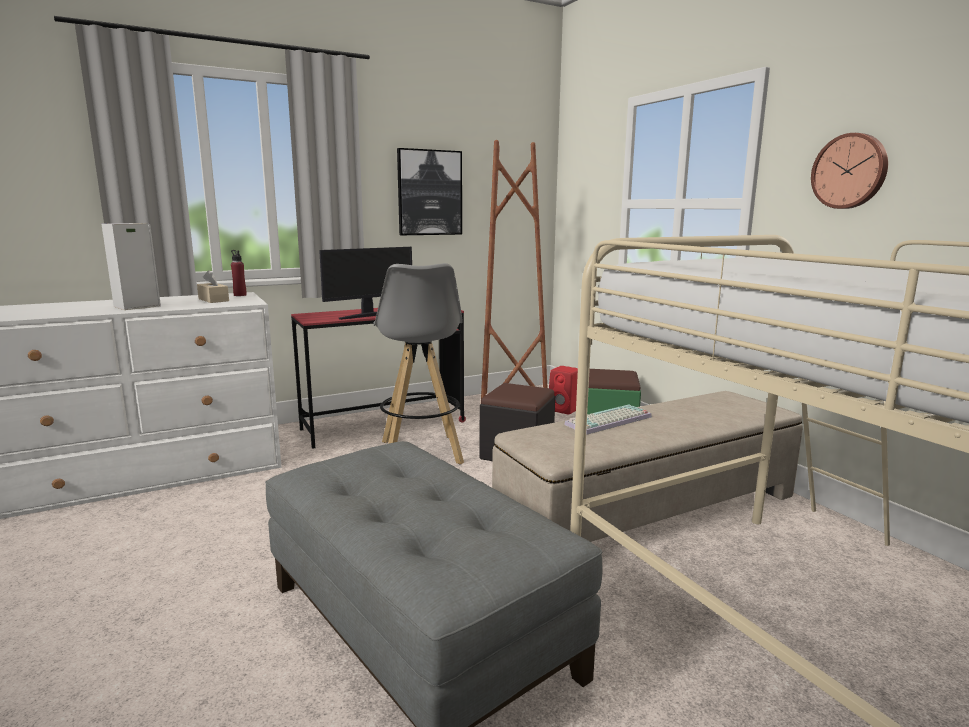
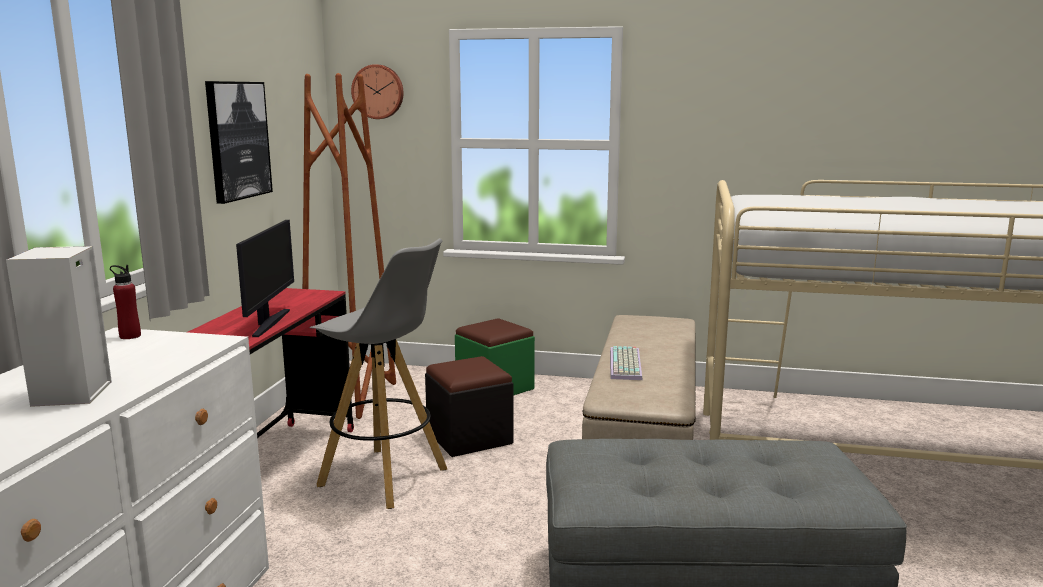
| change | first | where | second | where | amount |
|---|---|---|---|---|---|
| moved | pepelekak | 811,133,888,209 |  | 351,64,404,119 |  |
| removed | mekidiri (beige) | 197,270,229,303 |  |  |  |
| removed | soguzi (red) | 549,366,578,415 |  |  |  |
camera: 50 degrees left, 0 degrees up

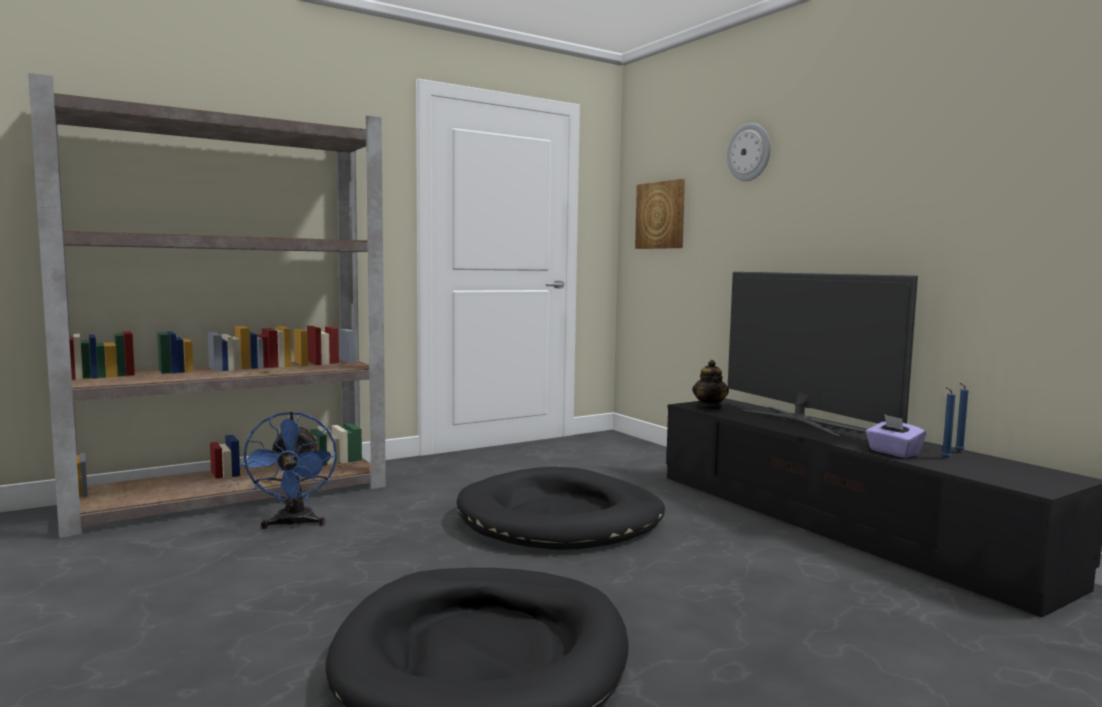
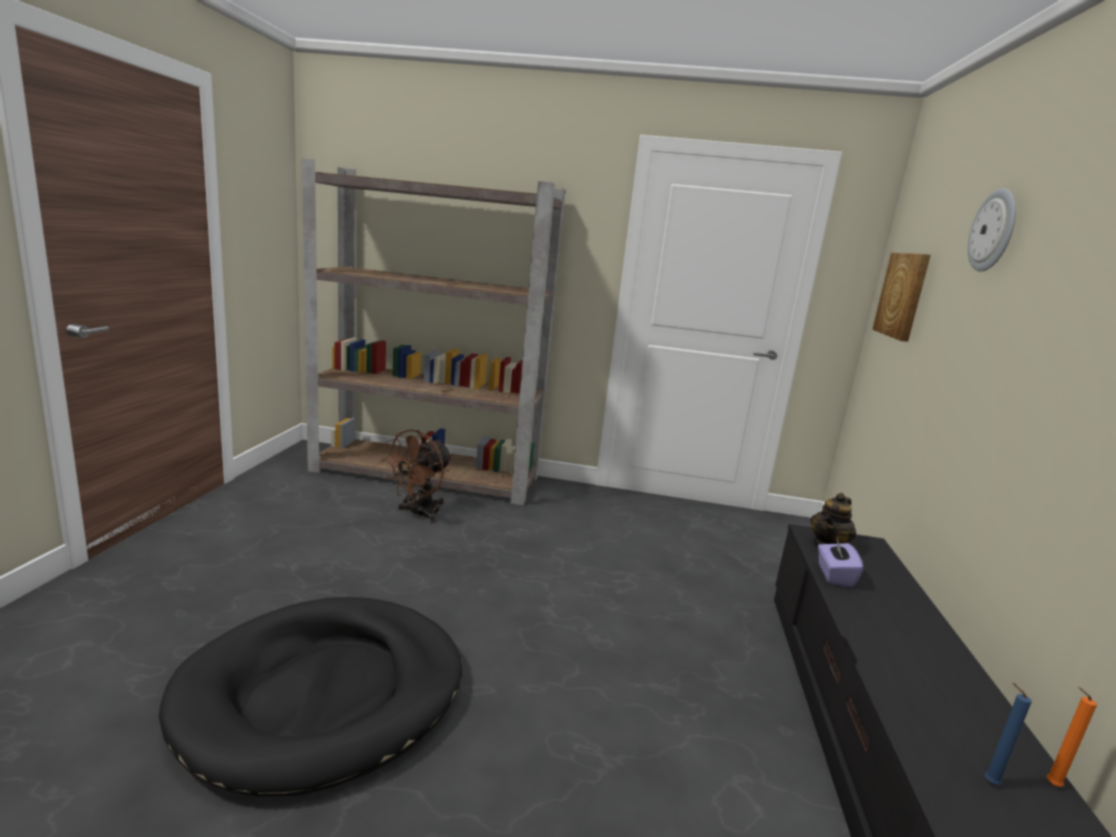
| change | first | where | second | where | amount |
|---|---|---|---|---|---|
| recoloured | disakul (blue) | 241,411,337,529 | disakul (brown) | 380,429,452,523 |  |
| moved | mekidiri (purple) | 866,414,926,458 |  | 818,537,863,587 |  |
| recoloured | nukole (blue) | 955,383,969,451 | nukole (orange) | 1047,687,1097,787 |  |
| removed | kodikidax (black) | 457,467,665,550 |  |  |  |
| removed | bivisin | 728,271,918,437 |  |  |  |
camera: 40 degrees right, 10 degrees up

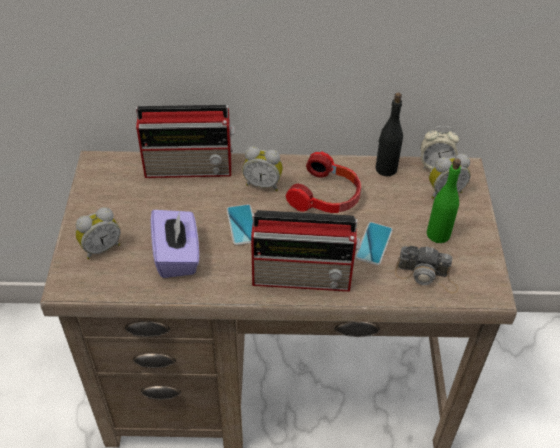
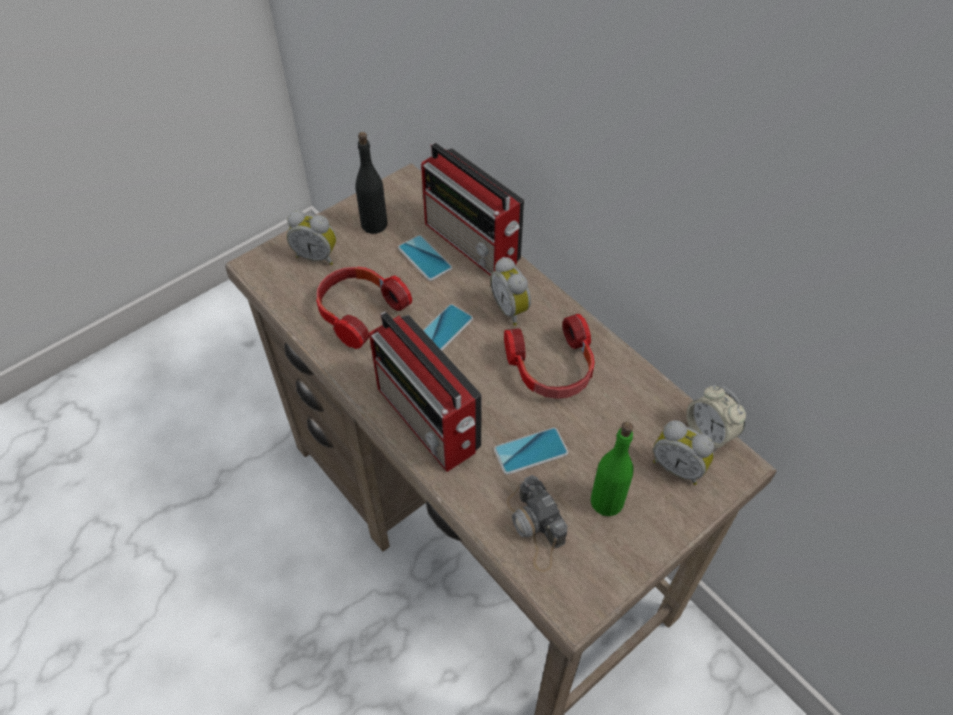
| change | first | where | second | where | amount |
|---|---|---|---|---|---|
| replaced | mekidiri (purple) | 151,210,199,278 | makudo | 316,266,412,349 |  |
| moved | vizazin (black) | 375,93,403,176 |  | 355,132,387,234 |  |
| added |  |  | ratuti | 398,235,452,281 |  |
camera: 50 degrees right, 5 degrees up

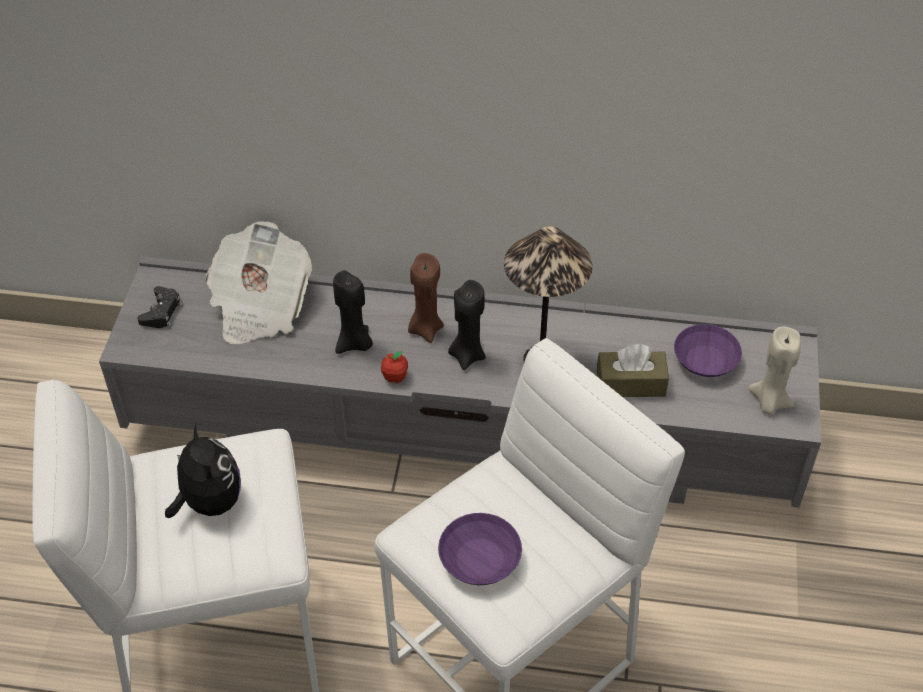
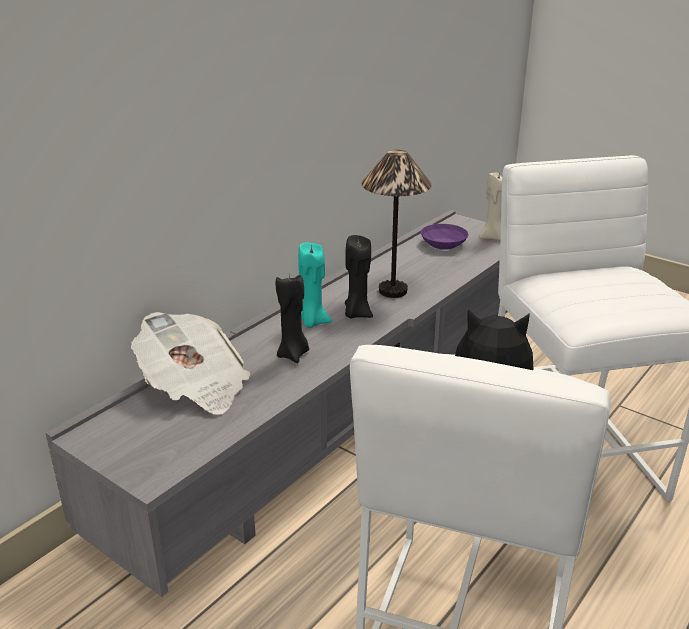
| change | first | where | second | where | amount |
|---|---|---|---|---|---|
| recoloured | nukole (brown) | 408,253,444,343 | nukole (turquoise) | 298,243,332,328 |  |
| removed | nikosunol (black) | 137,286,182,328 |  |  |  |
| removed | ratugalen | 381,351,408,383 |  |  |  |
| removed | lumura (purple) | 438,513,522,585 |  |  |  |
| removed | mekidiri (brown) | 597,344,669,397 |  |  |  |
camera: 60 degrees left, 20 degrees down

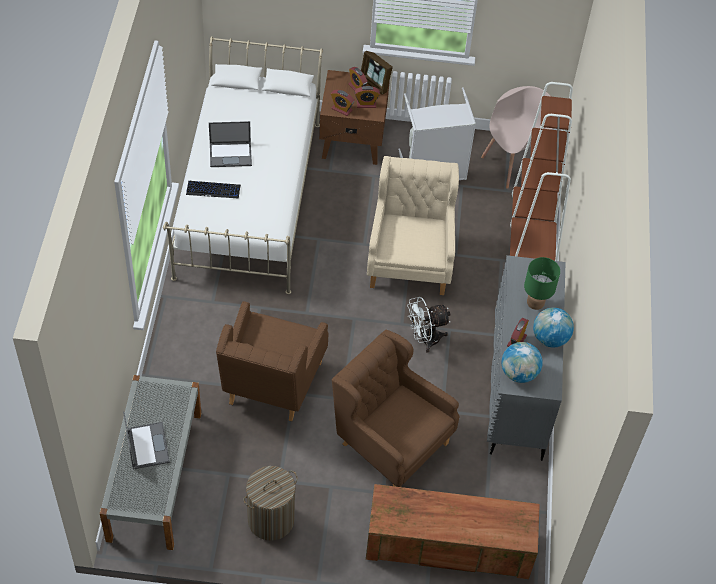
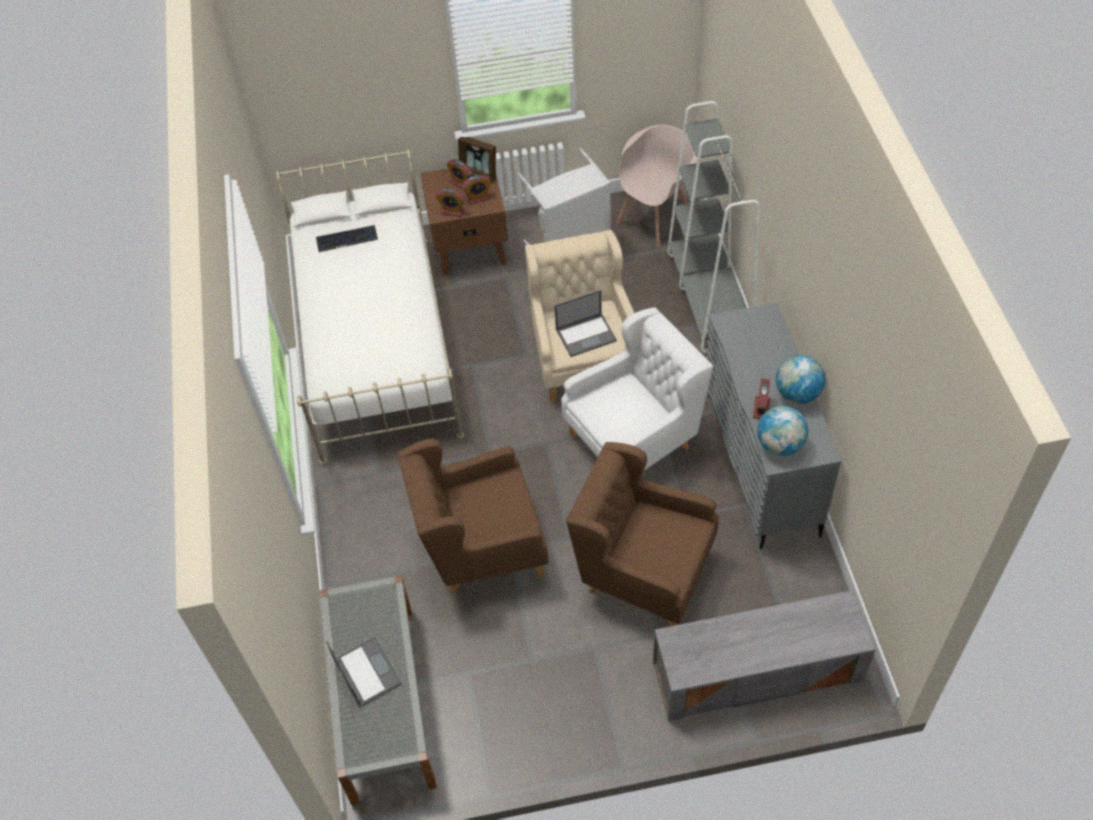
| change | first | where | second | where | amount |
|---|---|---|---|---|---|
| moved | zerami | 186,181,241,199 |  | 316,225,378,252 |  |
| turned | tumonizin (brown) | 216,301,329,422 |  | 397,439,549,594 | 75 degrees clockwise |
| moved | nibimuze | 209,121,252,167 |  | 554,290,617,357 |  |
| replaced | disakul (white) | 407,297,451,353 | tumonizin (white) | 561,307,713,470 |  |
| recoloured | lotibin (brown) | 366,484,540,579 | lotibin (grey) | 653,590,876,721 |  |
| recoloured | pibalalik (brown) | 510,82,573,261 | pibalalik (grey) | 667,101,759,353 |  |
| removed | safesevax | 243,466,298,541 |  |  |  |
| removed | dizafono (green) | 524,257,560,310 |  |  |  |
camera: 10 degrees left, 0 degrees up

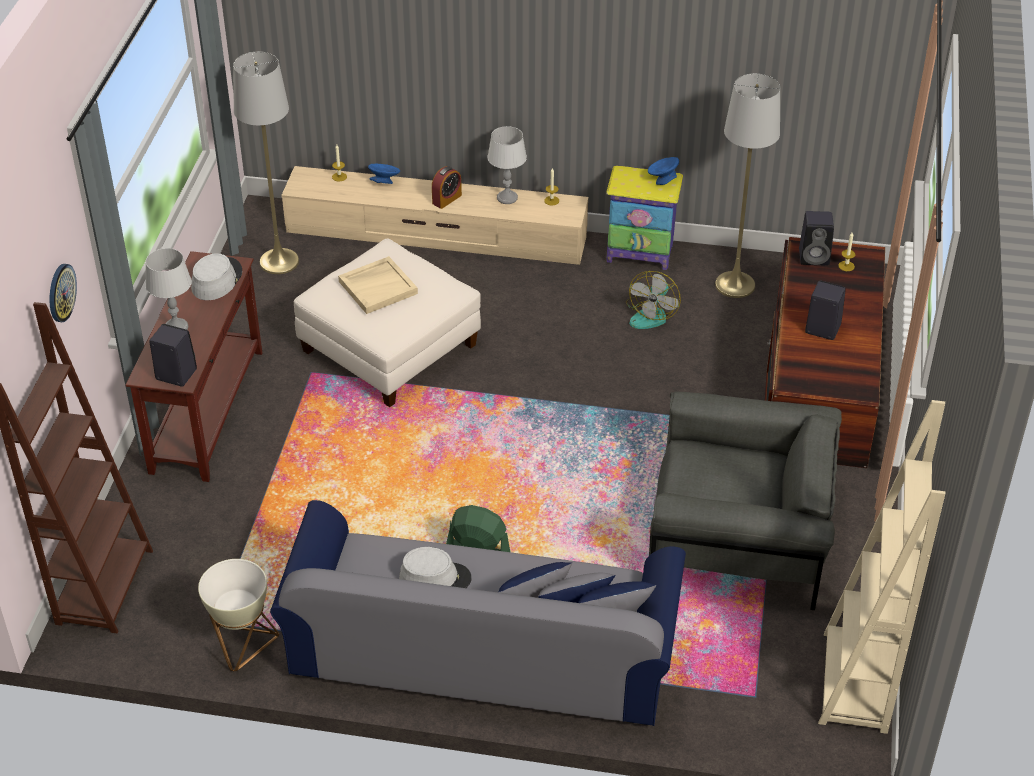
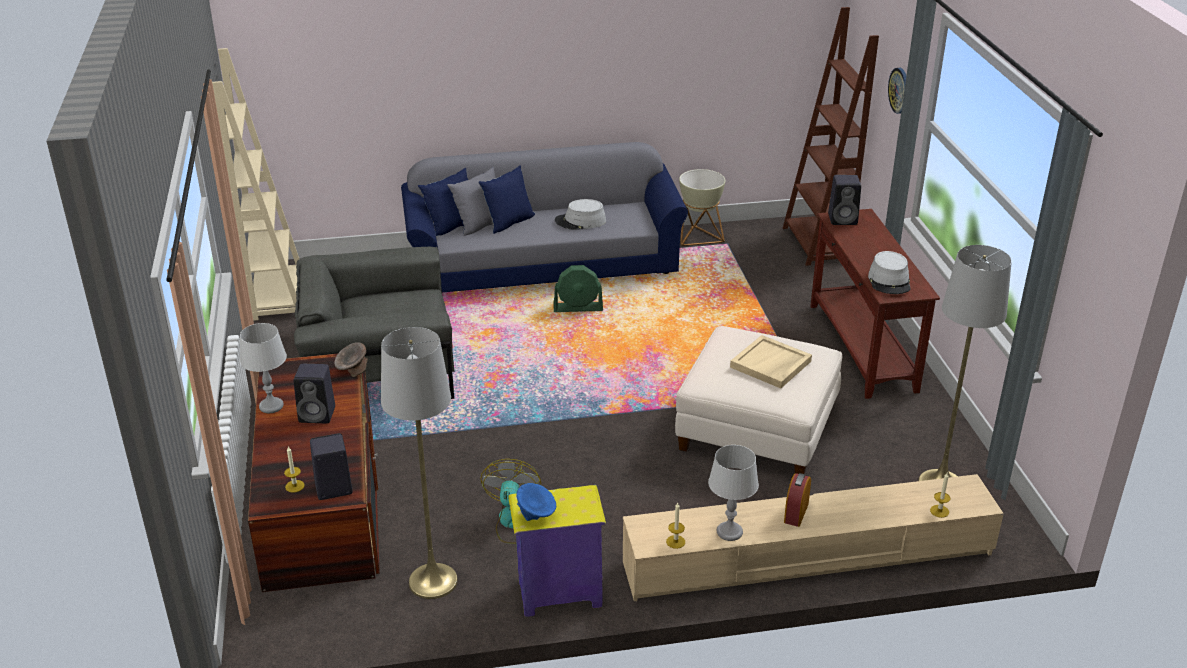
| change | first | where | second | where | amount |
|---|---|---|---|---|---|
| moved | dizafono (grey) | 145,248,192,330 |  | 240,323,287,413 |  |
| added |  |  | lumura (grey) | 334,342,368,377 |  |
| removed | lumura (blue) | 368,163,400,184 |  |  |  |
camera: 160 degrees right, 10 degrees down

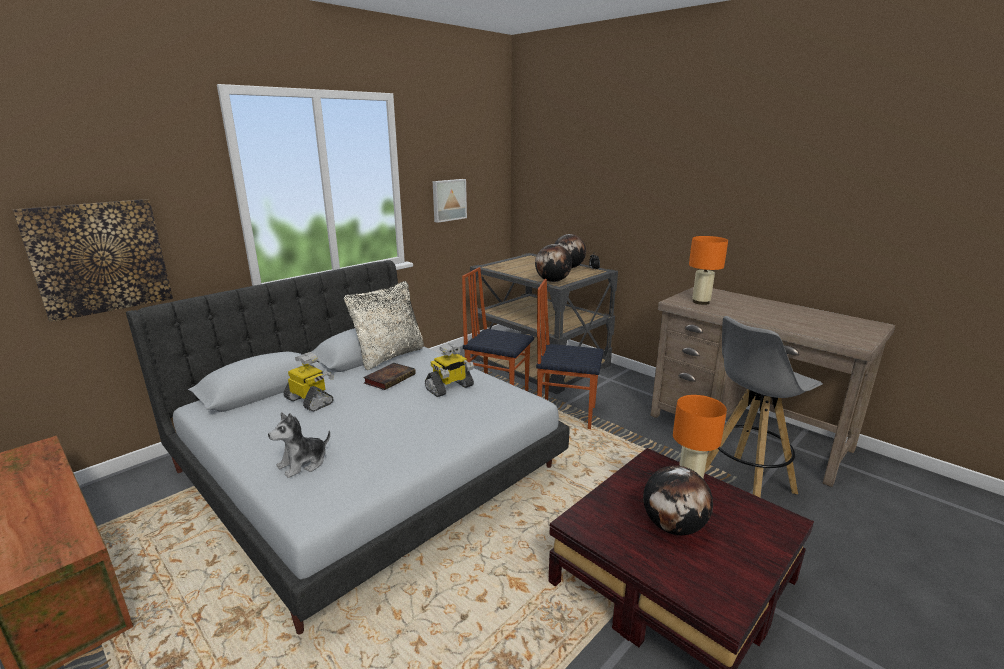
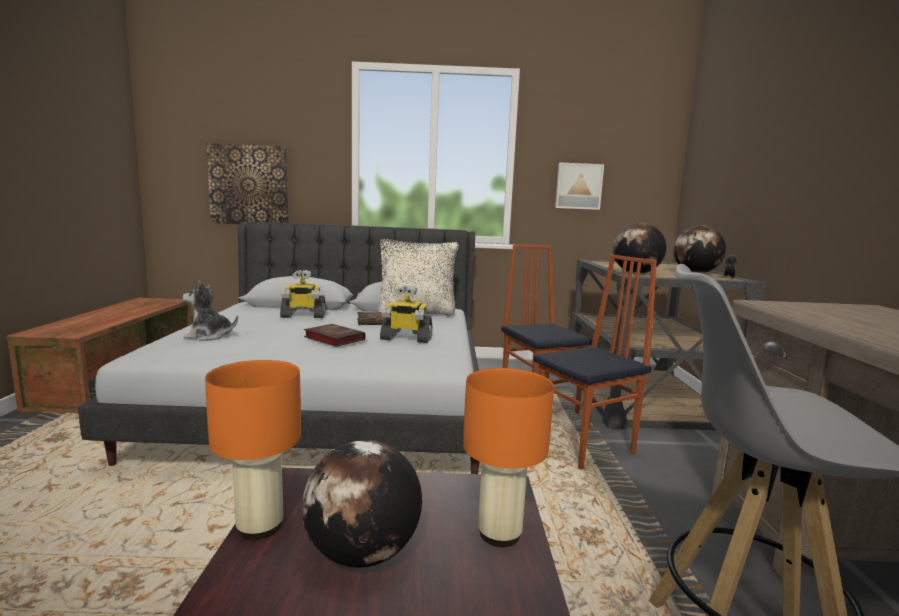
| change | first | where | second | where | amount |
|---|---|---|---|---|---|
| moved | dizafono (orange) | 689,236,728,305 |  | 205,360,301,540 |  |
| turned | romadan | 283,352,334,412 |  | 280,270,326,318 | 90 degrees clockwise |
| added |  |  | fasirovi | 304,324,366,347 |  |
| turned | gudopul | 536,279,604,429 |  | 533,255,657,470 | 90 degrees clockwise |
camera: 45 degrees right, 10 degrees down

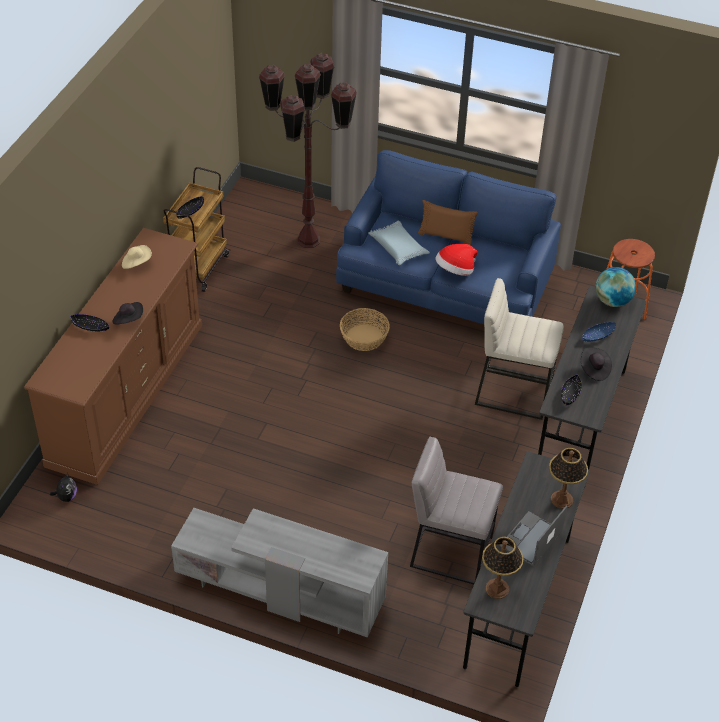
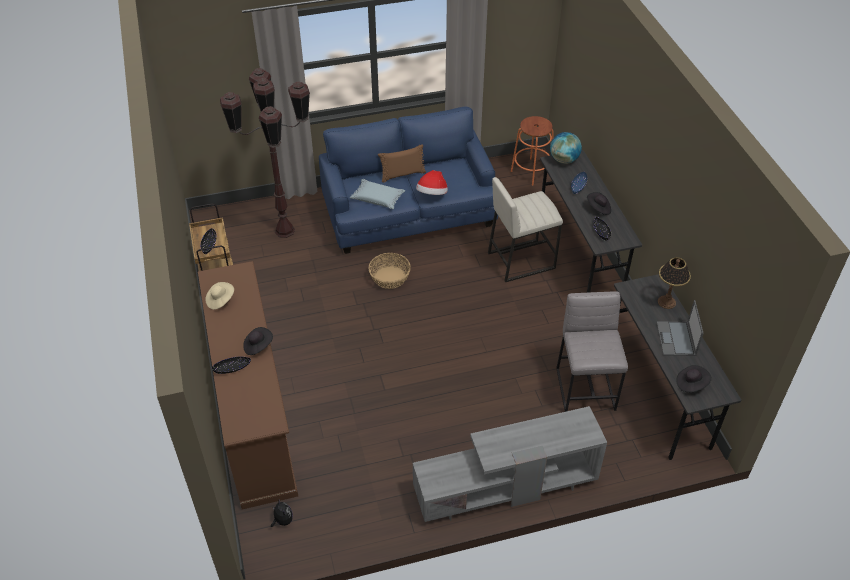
| change | first | where | second | where | amount |
|---|---|---|---|---|---|
| turned | gudopul (grey) | 410,437,503,585 |  | 556,291,628,412 | 105 degrees clockwise |
| replaced | dizafono | 482,537,523,599 | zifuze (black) | 676,365,711,392 |  |
camera: 35 degrees left, 0 degrees up

